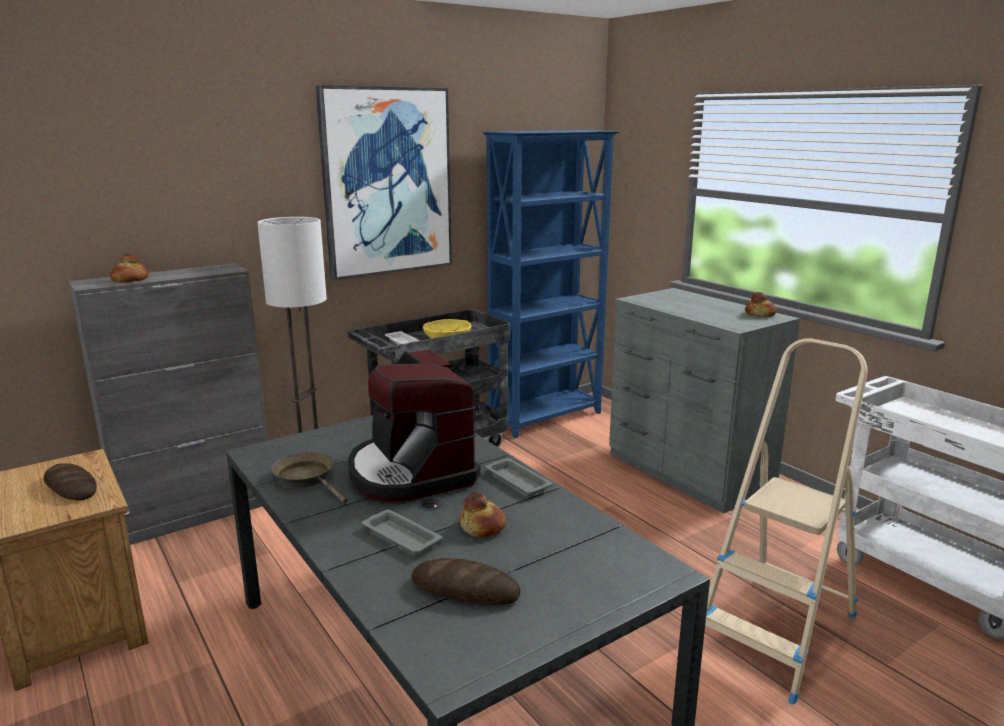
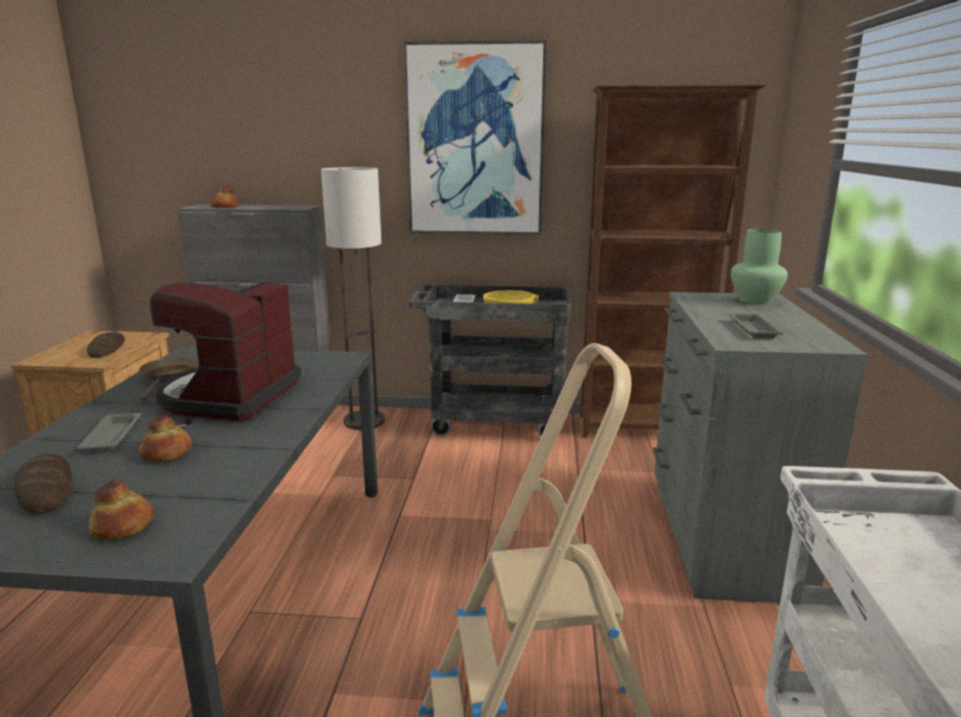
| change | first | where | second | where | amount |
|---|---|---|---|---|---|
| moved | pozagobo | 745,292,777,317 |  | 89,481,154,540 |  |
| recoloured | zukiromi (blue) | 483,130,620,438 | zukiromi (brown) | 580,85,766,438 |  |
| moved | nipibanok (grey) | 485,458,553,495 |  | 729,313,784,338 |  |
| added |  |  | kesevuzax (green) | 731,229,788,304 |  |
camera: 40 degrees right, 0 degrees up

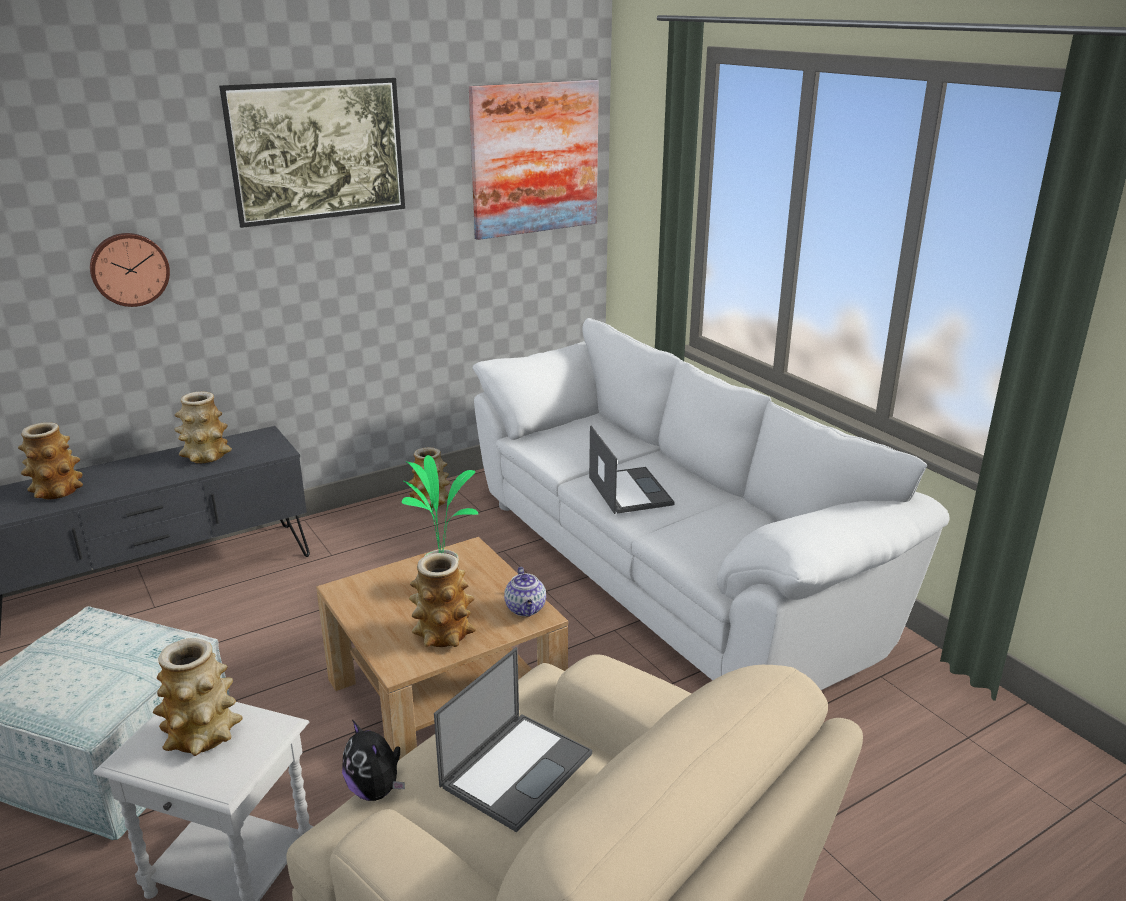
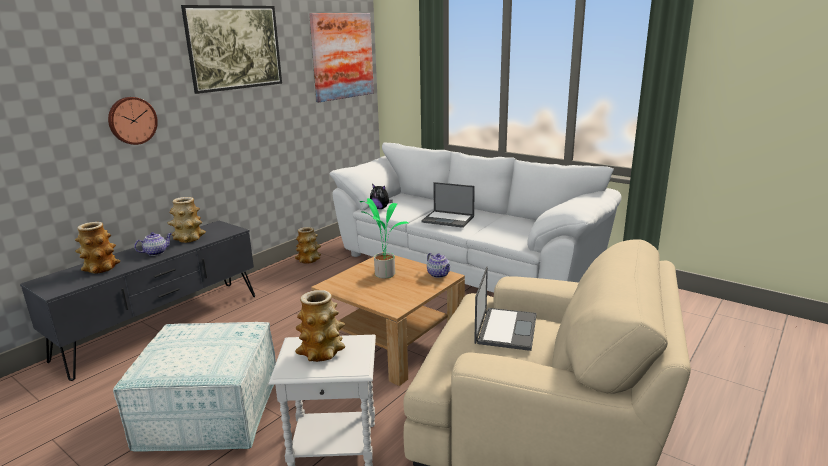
| change | first | where | second | where | amount |
|---|---|---|---|---|---|
| added |  |  | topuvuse | 134,232,172,256 |  |
| moved | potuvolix | 342,720,405,801 |  | 370,184,393,209 |  |
| turned | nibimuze | 589,425,675,514 |  | 421,182,475,228 | 150 degrees clockwise |
| removed | kesevuzax | 409,553,476,647 |  |  |  |
camera: 20 degrees left, 5 degrees down

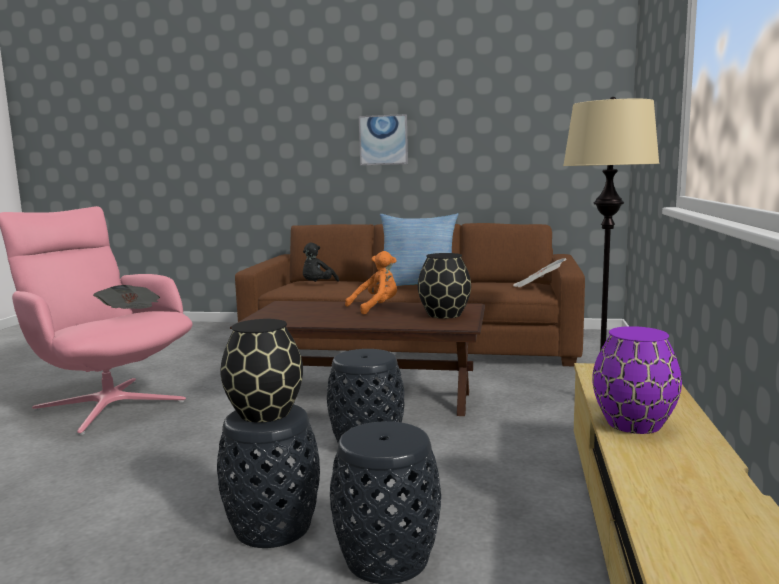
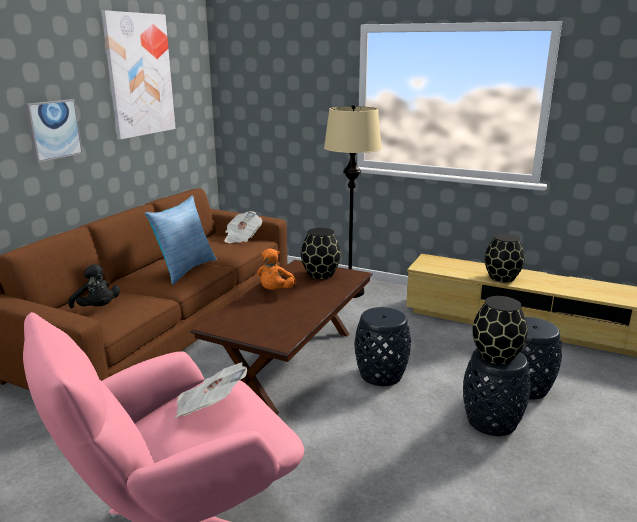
| change | first | where | second | where | amount |
|---|---|---|---|---|---|
| added |  |  | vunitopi | 101,10,176,140 |  |
| turned | potuvolix (orange) | 345,251,397,315 |  | 257,249,297,290 | 150 degrees counterclockwise |
| recoloured | kesevuzax (purple) | 592,326,682,434 | kesevuzax (black) | 485,234,525,282 |  |
camera: 75 degrees left, 10 degrees up

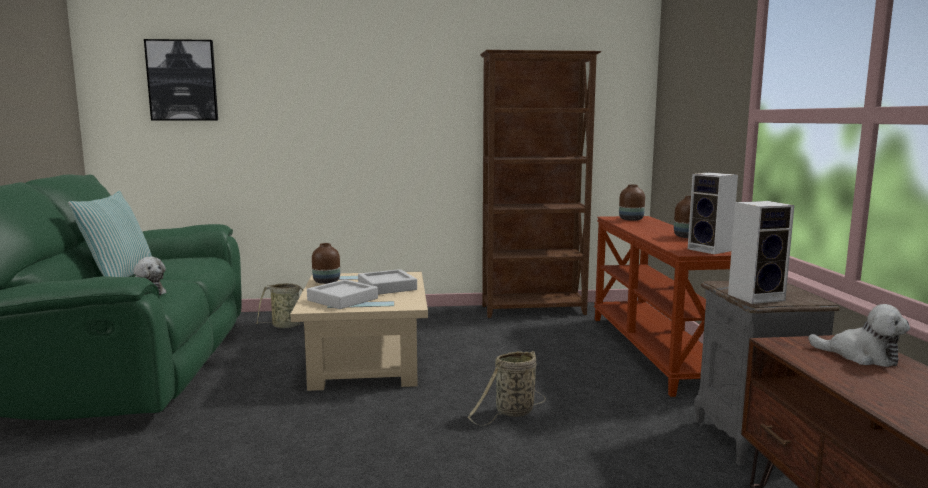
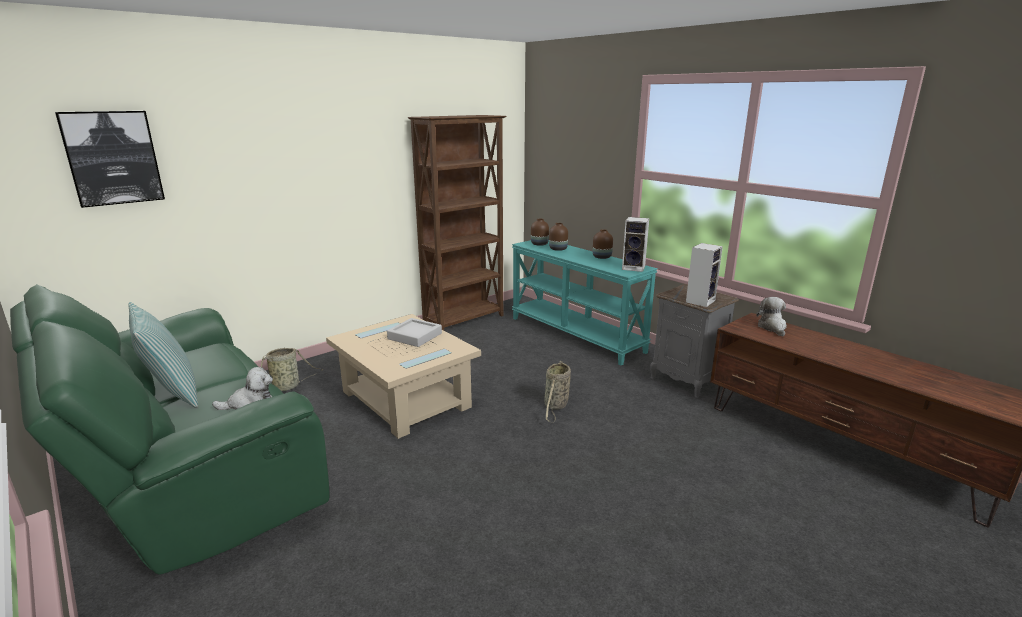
| change | first | where | second | where | amount |
|---|---|---|---|---|---|
| recoloured | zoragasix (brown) | 594,216,731,397 | zoragasix (turquoise) | 512,240,658,365 |  |
| moved | kesevuzax (brown) | 312,243,340,284 |  | 549,223,568,251 |  |
| turned | potuvolix | 808,304,910,367 |  | 756,297,787,337 | 90 degrees counterclockwise |
| removed | nipibanok (grey) | 307,279,378,309 |  |  |  |
camera: 35 degrees left, 10 degrees up

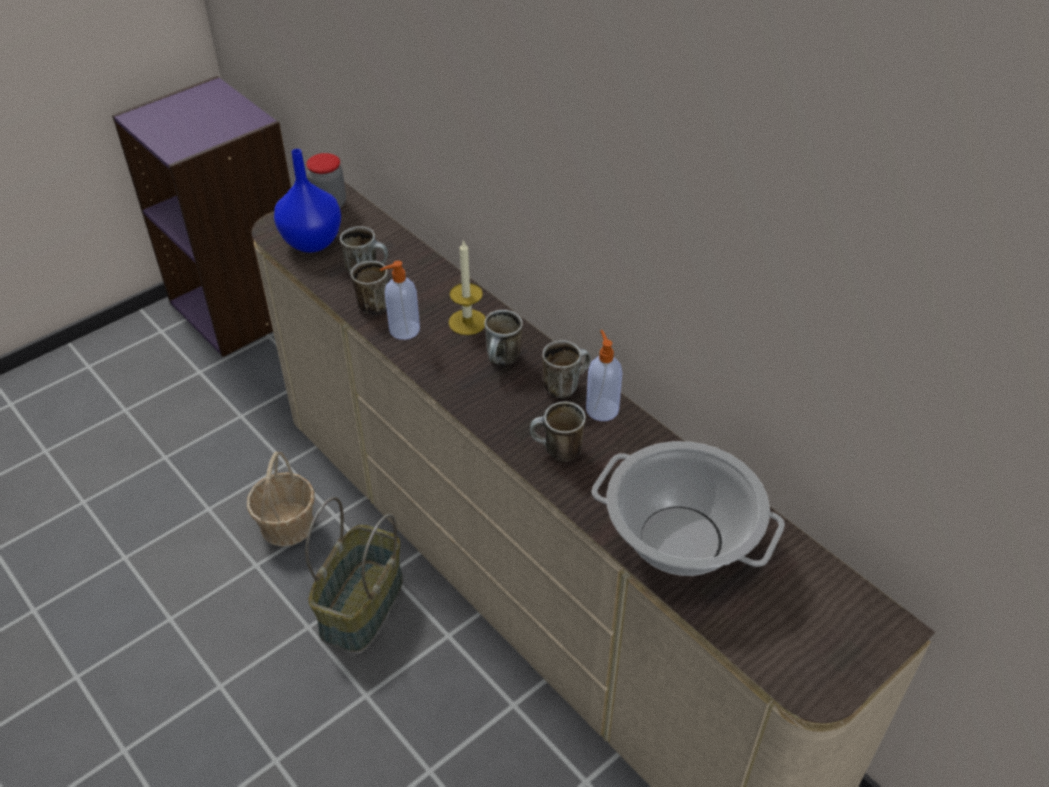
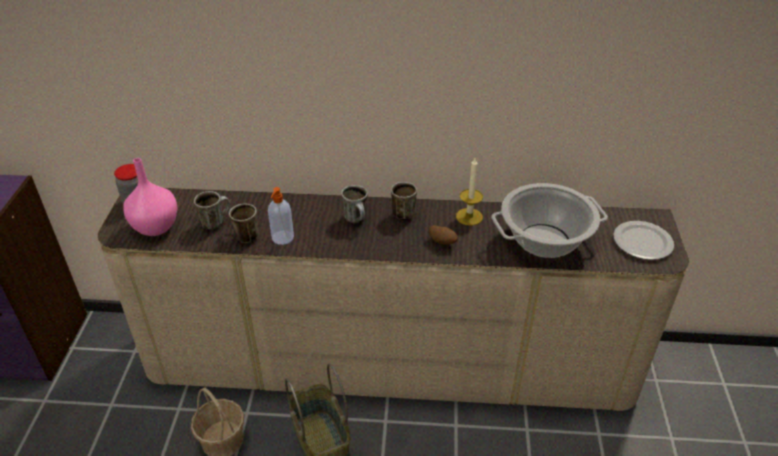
| change | first | where | second | where | amount |
|---|---|---|---|---|---|
| recoloured | kesevuzax (blue) | 274,149,341,253 | kesevuzax (pink) | 123,158,178,236 |  |
| replaced | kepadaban | 530,401,586,462 | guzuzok | 429,225,458,245 |  |
| moved | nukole | 449,239,485,335 |  | 456,158,483,226 |  |
| added |  |  | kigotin | 613,221,674,260 |  |
| removed | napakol | 586,330,622,421 |  |  |  |
camera: 45 degrees left, 5 degrees down

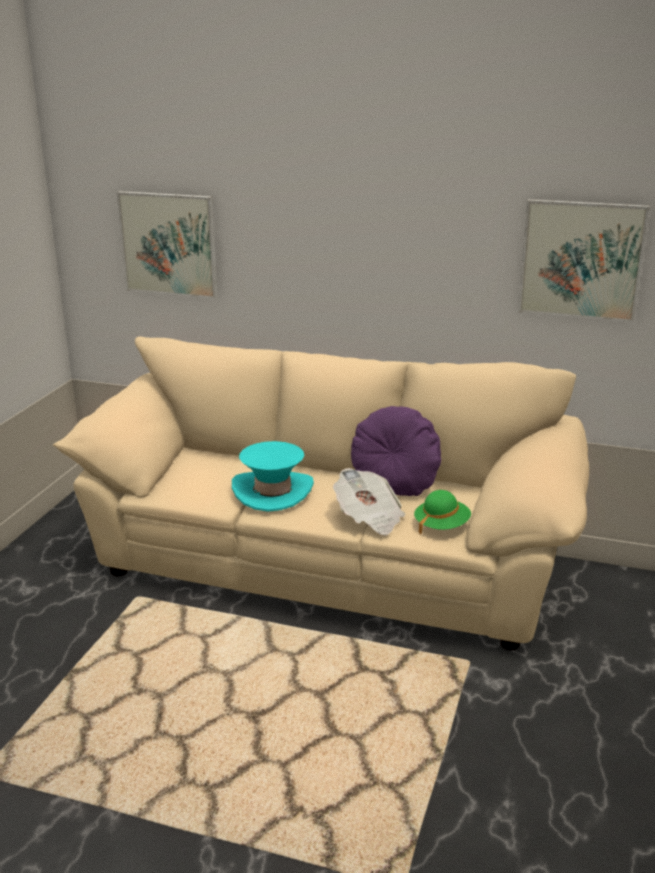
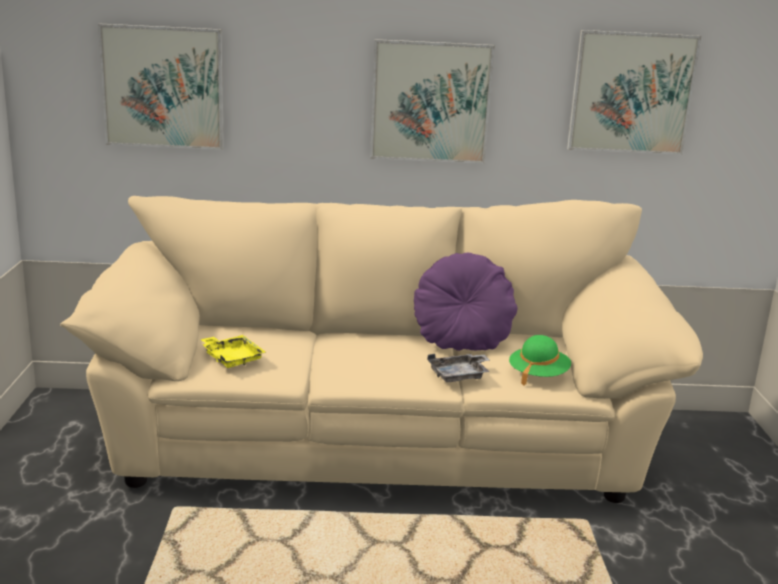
| change | first | where | second | where | amount |
|---|---|---|---|---|---|
| added |  |  | nipibanok (yellow) | 200,335,266,368 |  |
| added |  |  | vunitopi | 370,39,495,164 |  |
| replaced | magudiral | 333,468,405,536 | nipibanok (grey) | 427,354,490,382 |  |
| removed | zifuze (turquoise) | 232,441,314,512 |  |  |  |
camera: 20 degrees left, 5 degrees down

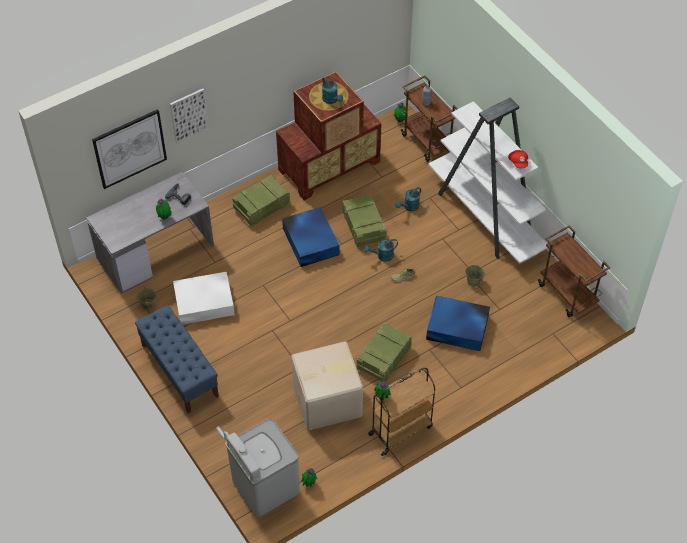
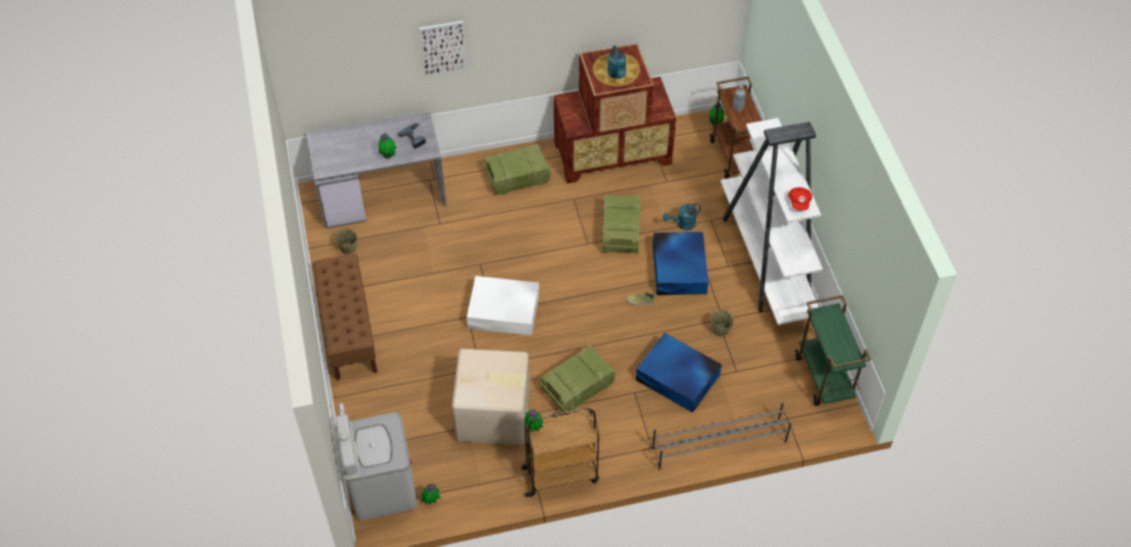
| change | first | where | second | where | amount |
|---|---|---|---|---|---|
| recoloured | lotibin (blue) | 135,305,219,413 | lotibin (brown) | 313,254,377,381 |  |
| moved | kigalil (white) | 173,272,235,325 |  | 467,276,539,336 |  |
| added |  |  | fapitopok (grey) | 652,401,792,470 |  |
| moved | kigalil (blue) | 282,207,340,267 |  | 653,232,708,295 |  |
| recoloured | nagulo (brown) | 538,225,610,318 | nagulo (green) | 795,295,871,406 |  |
| removed | vunitopi | 92,109,167,189 |  |  |  |
| removed | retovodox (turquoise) | 364,239,398,261 |  |  |  |
camera: 20 degrees right, 0 degrees up

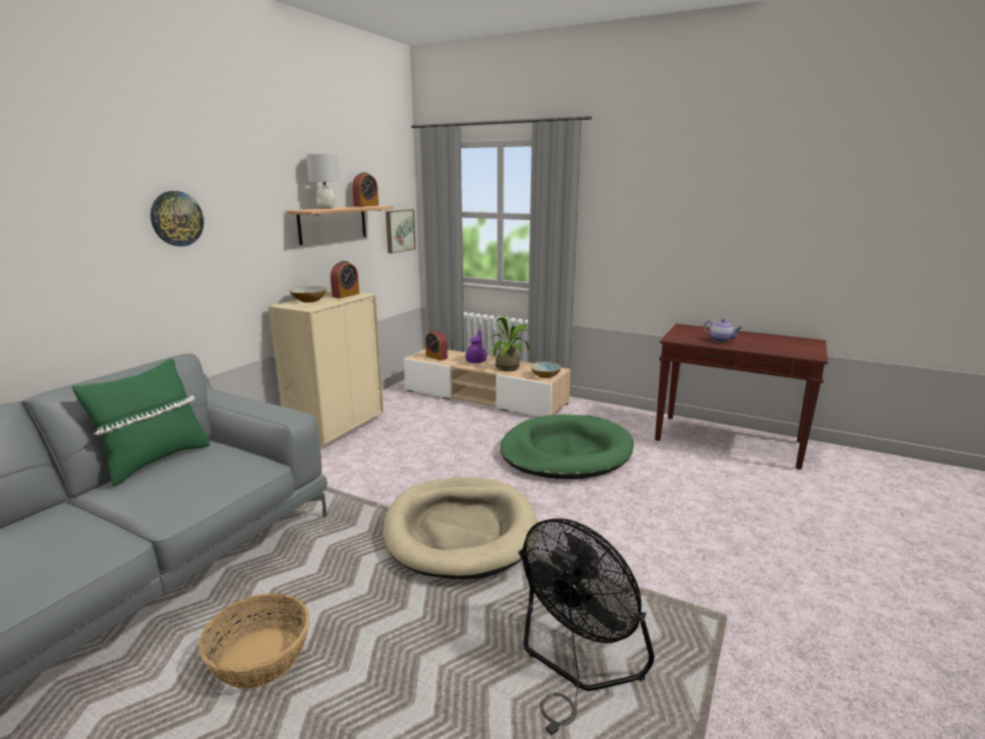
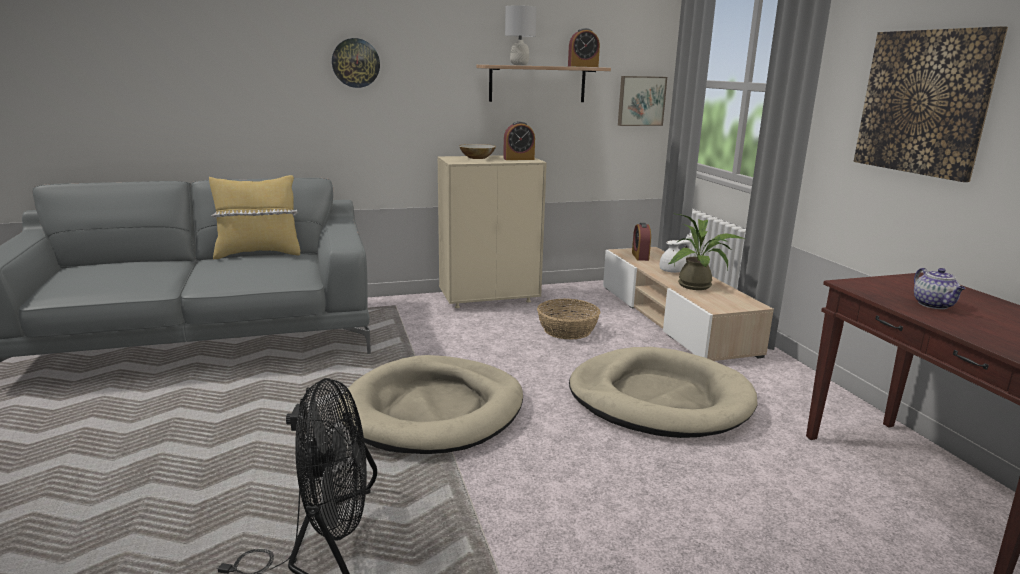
| change | first | where | second | where | amount |
|---|---|---|---|---|---|
| recoloured | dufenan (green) | 72,359,209,487 | dufenan (yellow) | 209,175,300,259 |  |
| moved | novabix | 198,593,310,689 |  | 537,298,600,340 |  |
| recoloured | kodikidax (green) | 500,414,634,479 | kodikidax (beige) | 569,347,758,438 |  |
| recoloured | topuvuse (purple) | 466,330,487,363 | topuvuse (white) | 660,233,692,273 |  |
| added |  |  | vunitopi | 853,26,1008,182 |  |
| removed | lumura | 530,362,562,378 |  |  |  |
camera: 45 degrees right, 0 degrees up

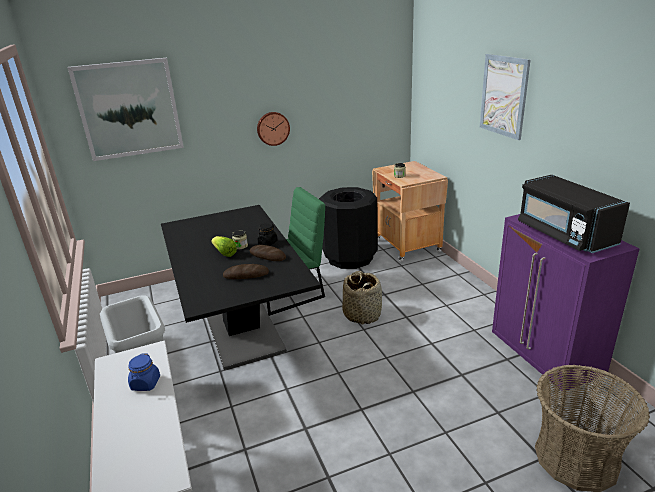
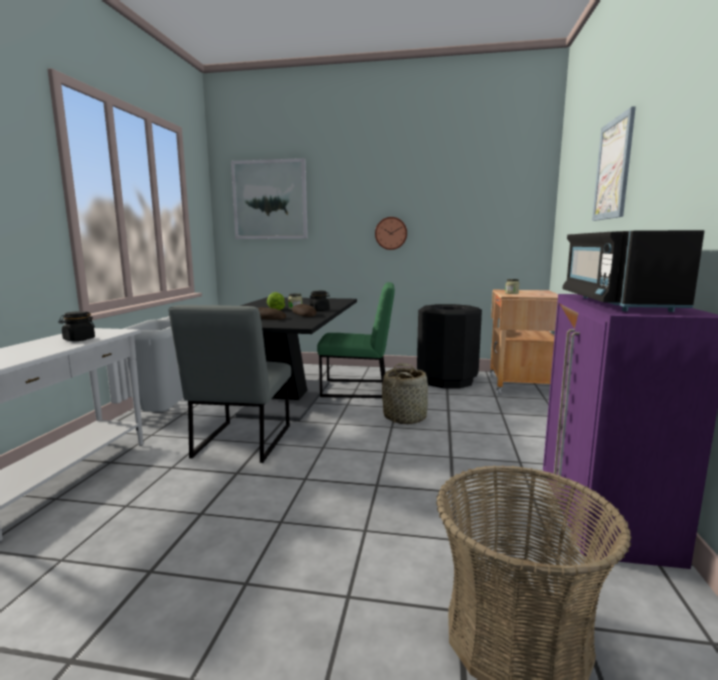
| change | first | where | second | where | amount |
|---|---|---|---|---|---|
| recoloured | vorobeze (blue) | 128,353,160,391 | vorobeze (black) | 58,311,95,341 |  |
| added |  |  | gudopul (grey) | 169,305,291,463 |  |
camera: 30 degrees right, 15 degrees down

